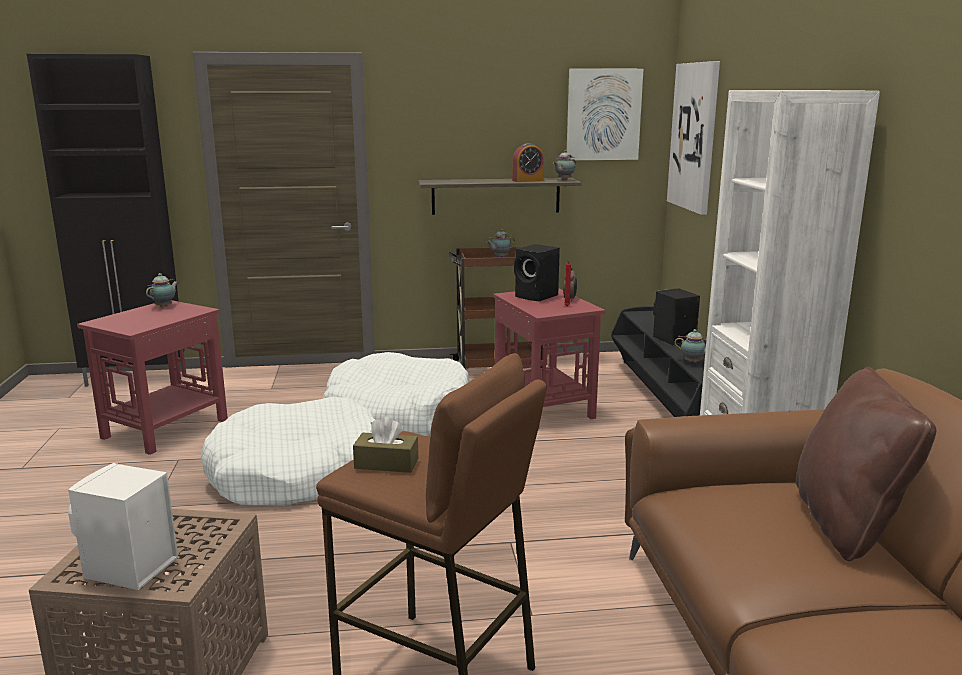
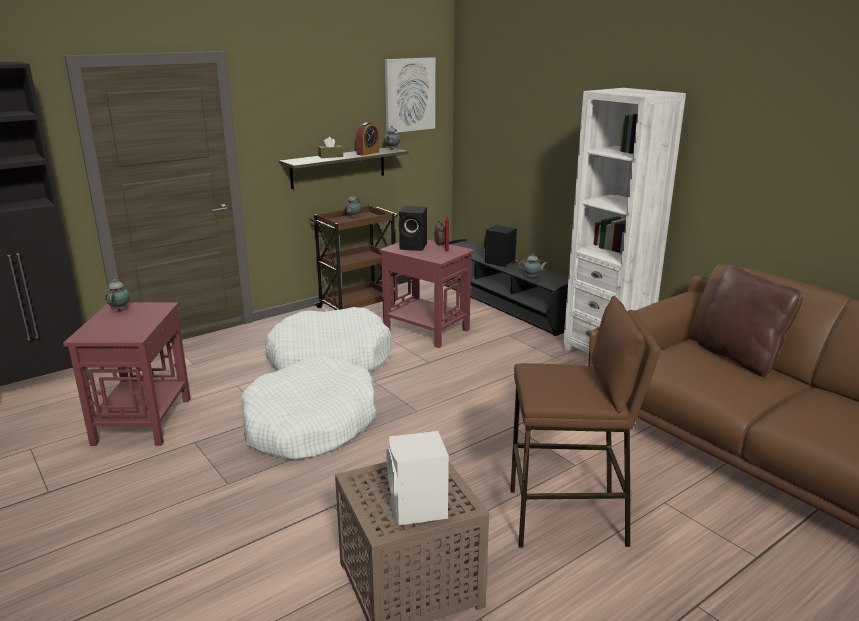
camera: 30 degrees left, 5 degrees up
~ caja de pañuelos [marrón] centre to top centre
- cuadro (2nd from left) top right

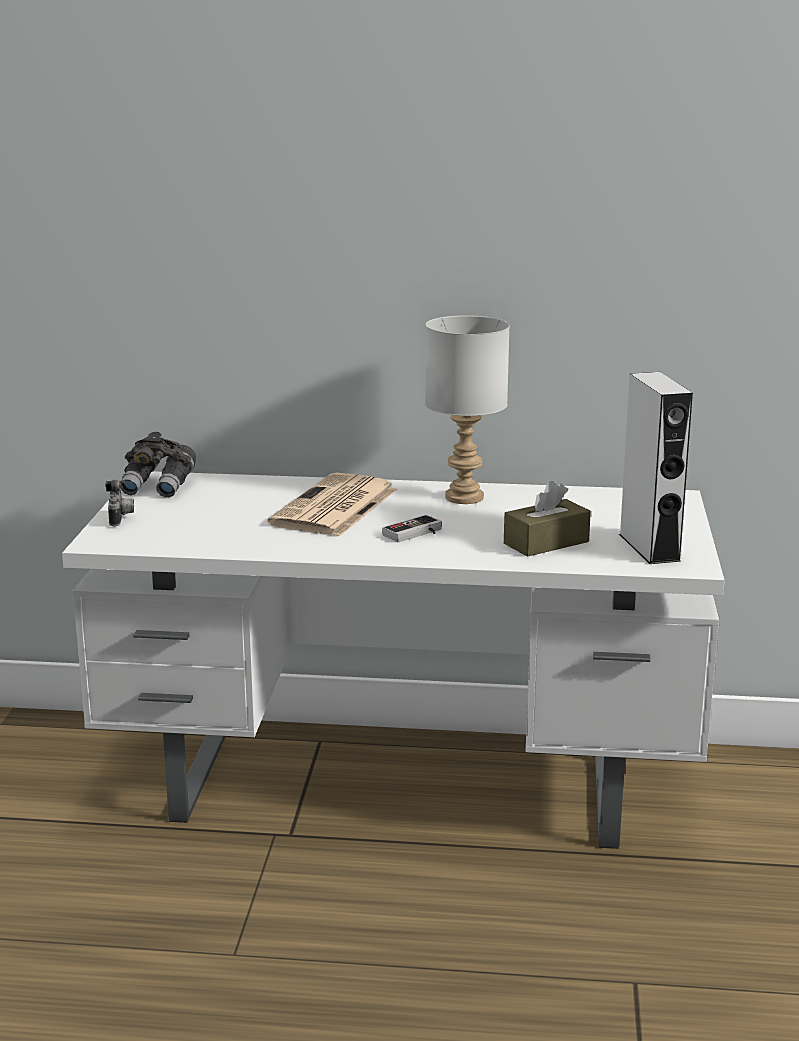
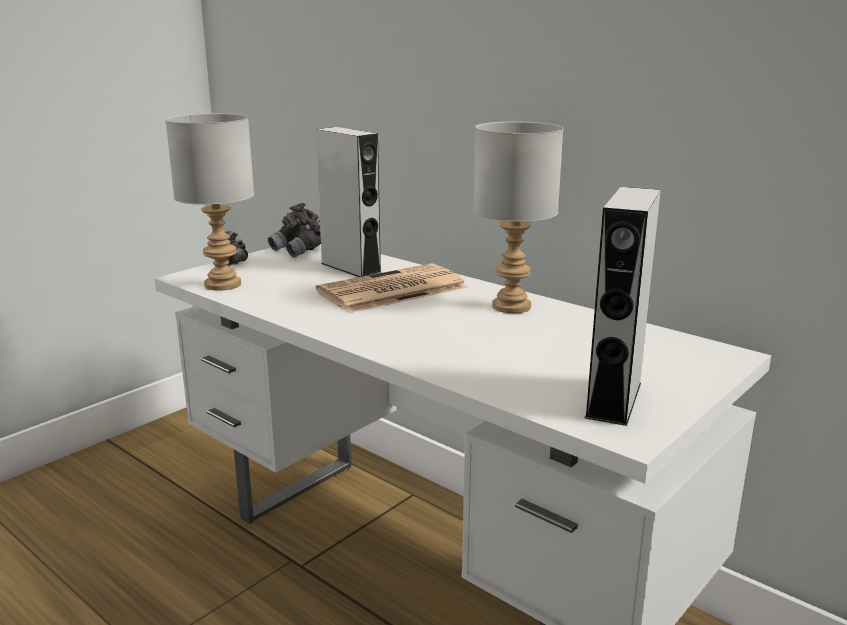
camera: 35 degrees right, 0 degrees up
- mando de consola centre
- caja de pañuelos [marrón] middle right
+ lámpara de mesa [gris] (1st from left) top left
+ altavoz [gris] (1st from left) top centre

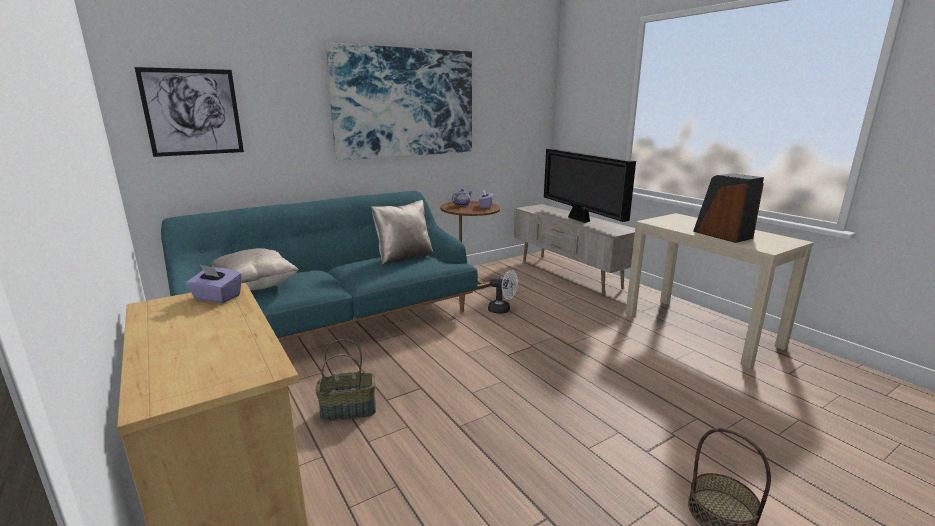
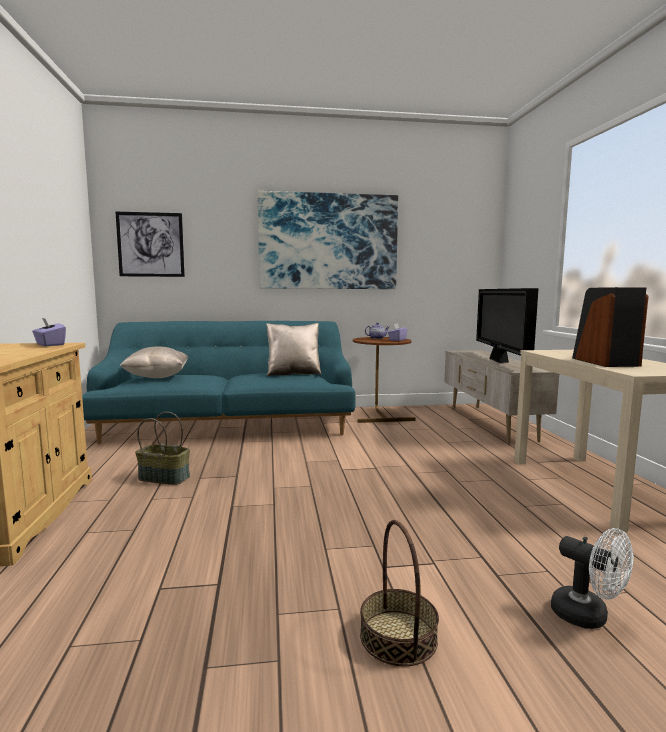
camera: 25 degrees right, 10 degrees down
~ ventilador [blanco] centre to bottom right

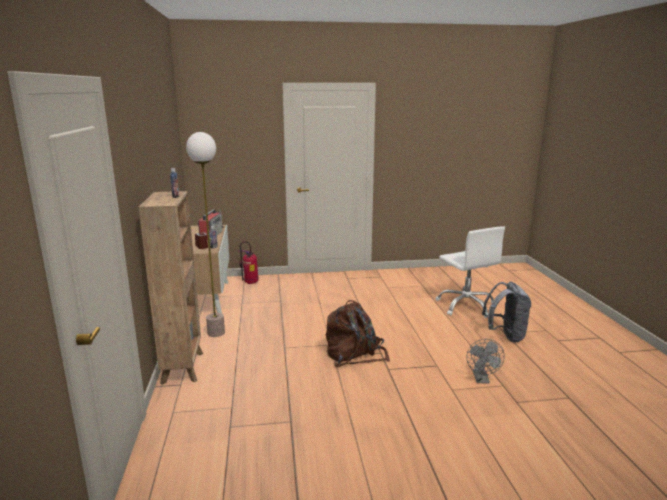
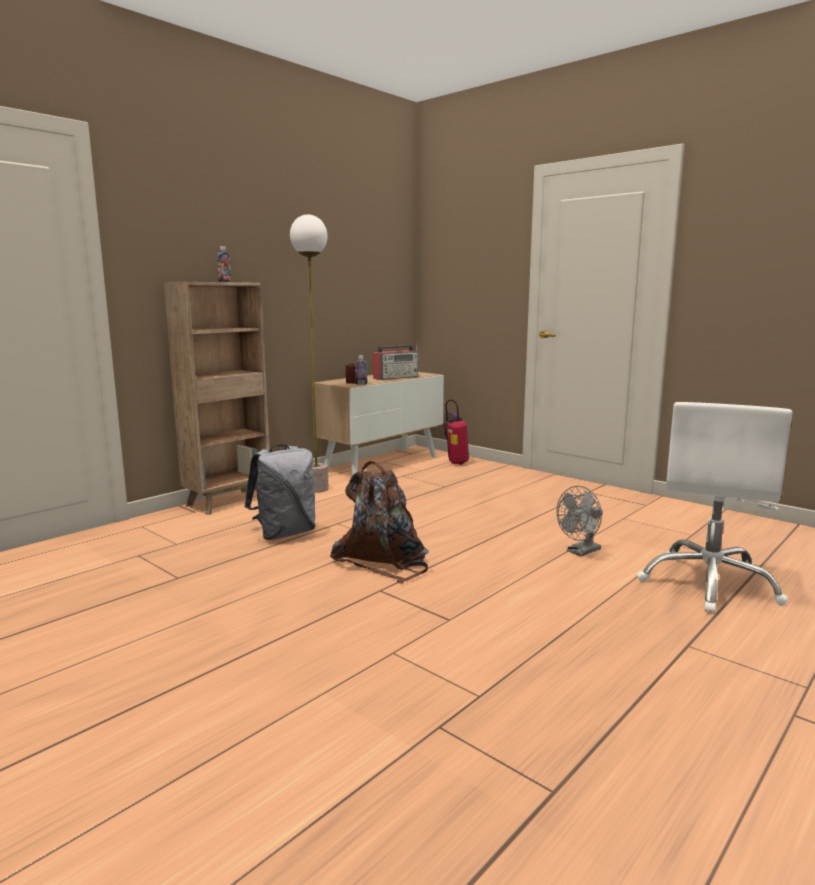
camera: 50 degrees right, 5 degrees down
~ ventilador [gris] bottom right to middle right
~ mochila [gris] middle right to centre

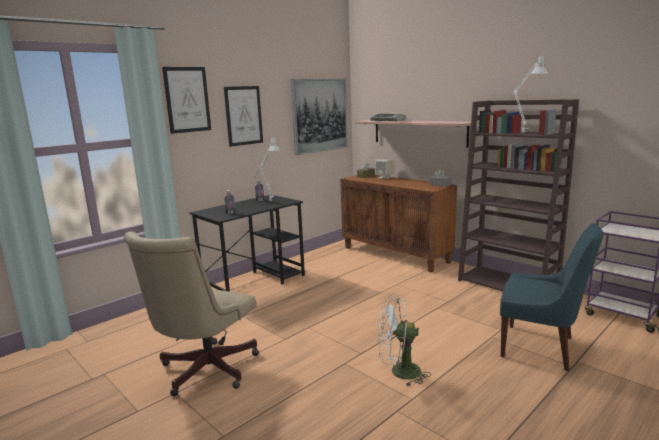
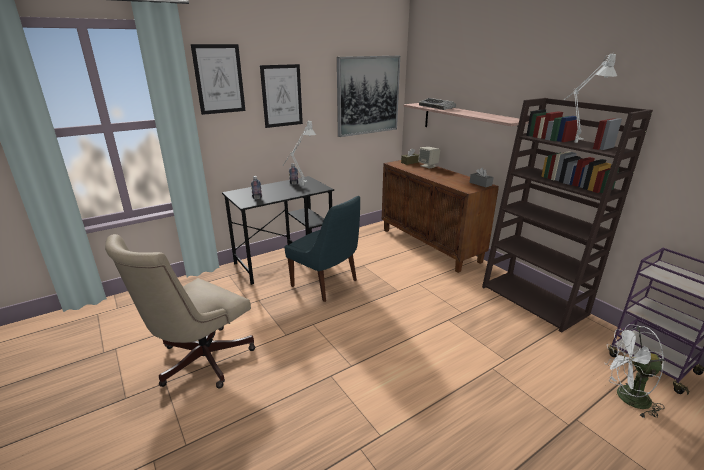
camera: 10 degrees right, 10 degrees up
~ ventilador [blanco] bottom centre to bottom right
~ silla [azul] bottom right to centre

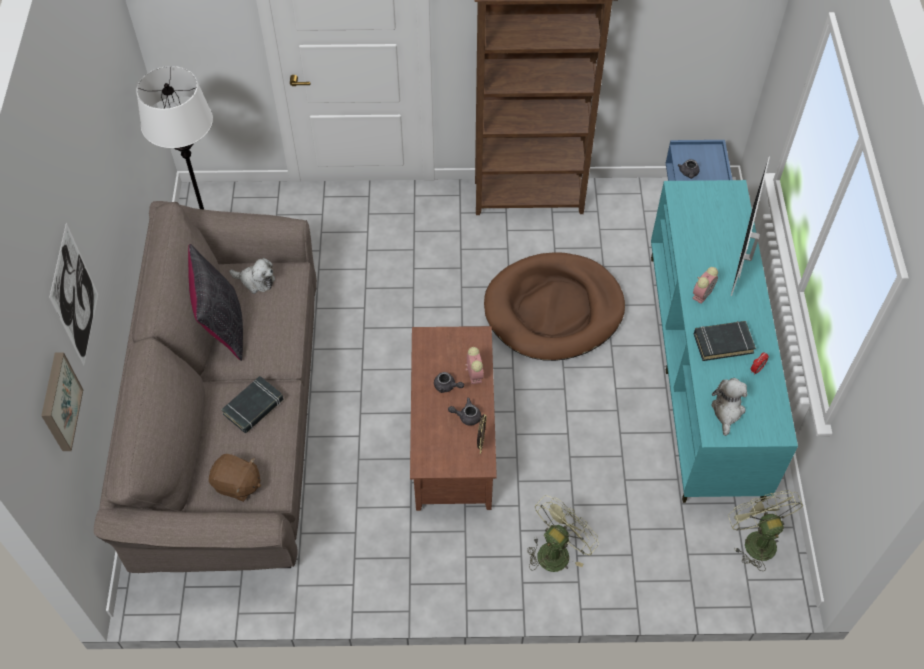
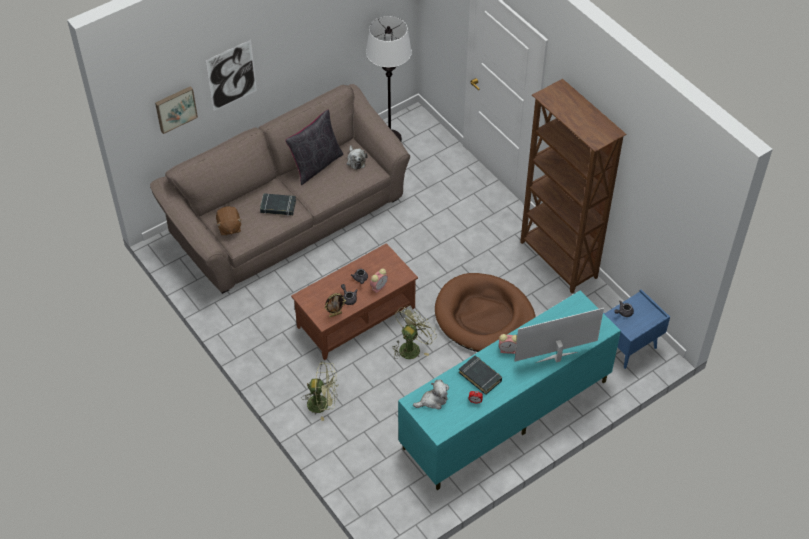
camera: 55 degrees right, 5 degrees down
~ ventilador [verde] (2nd from left) bottom right to centre

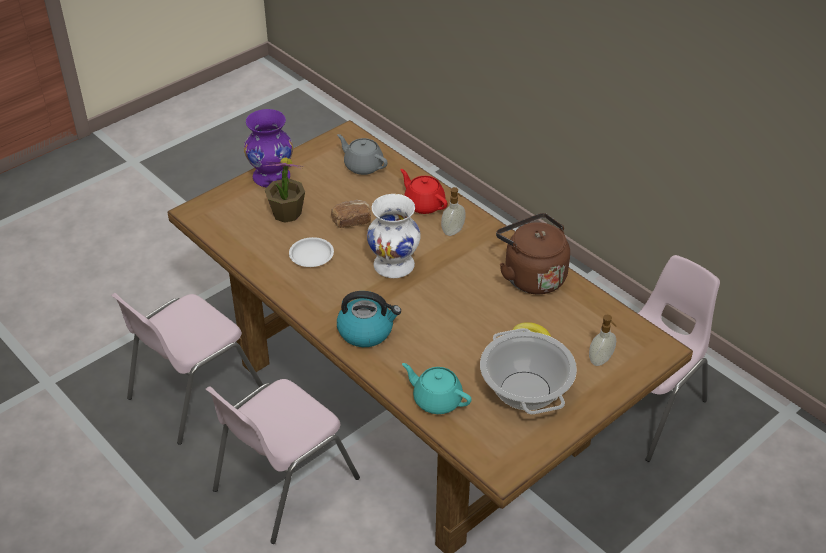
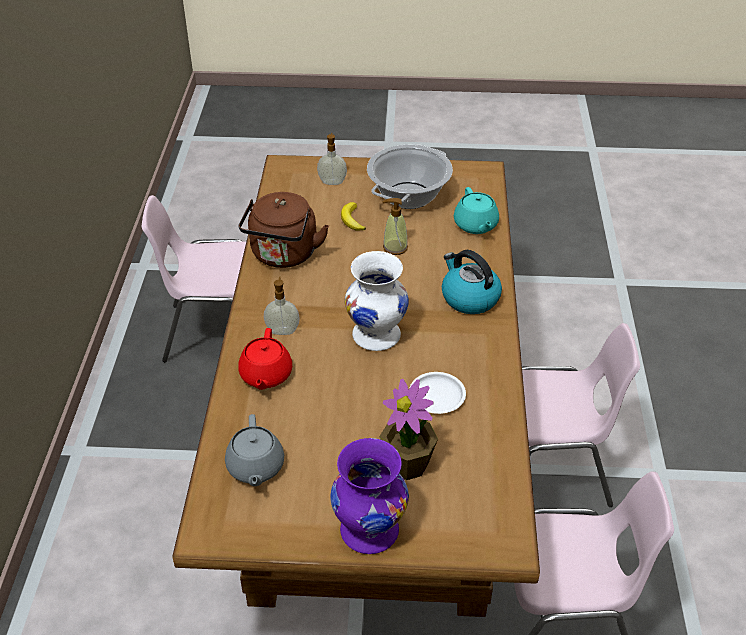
camera: 135 degrees left, 0 degrees up
- pan centre
+ dispensador de jabón (3rd from left) centre

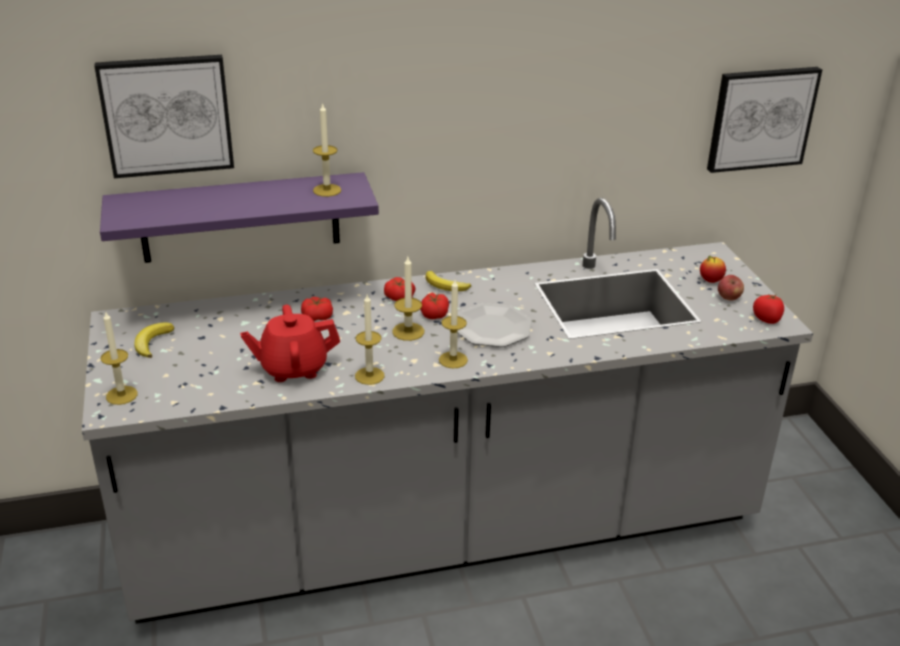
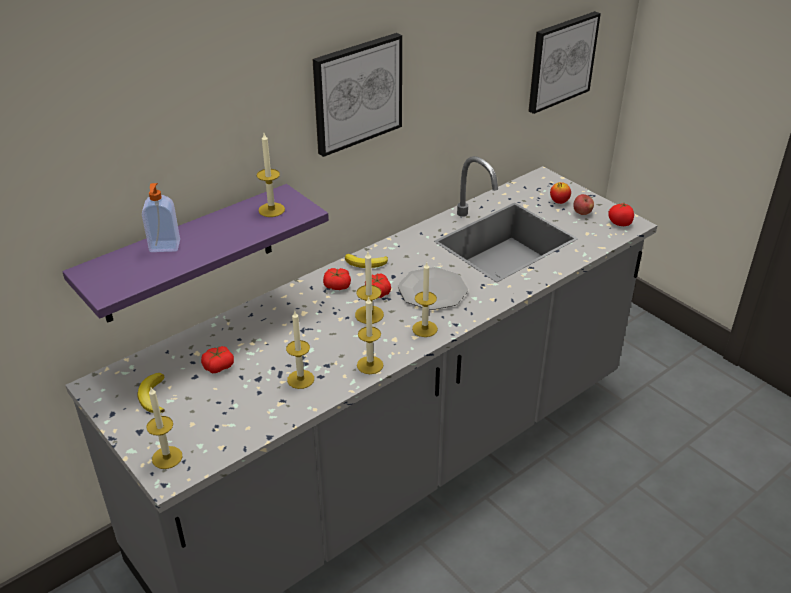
camera: 25 degrees left, 5 degrees up
~ cuadro (1st from left) top left to top centre
~ tetera [rojo] middle left to vela (3rd from left) centre
~ tomate (1st from left) centre to middle left
+ dispensador de jabón middle left

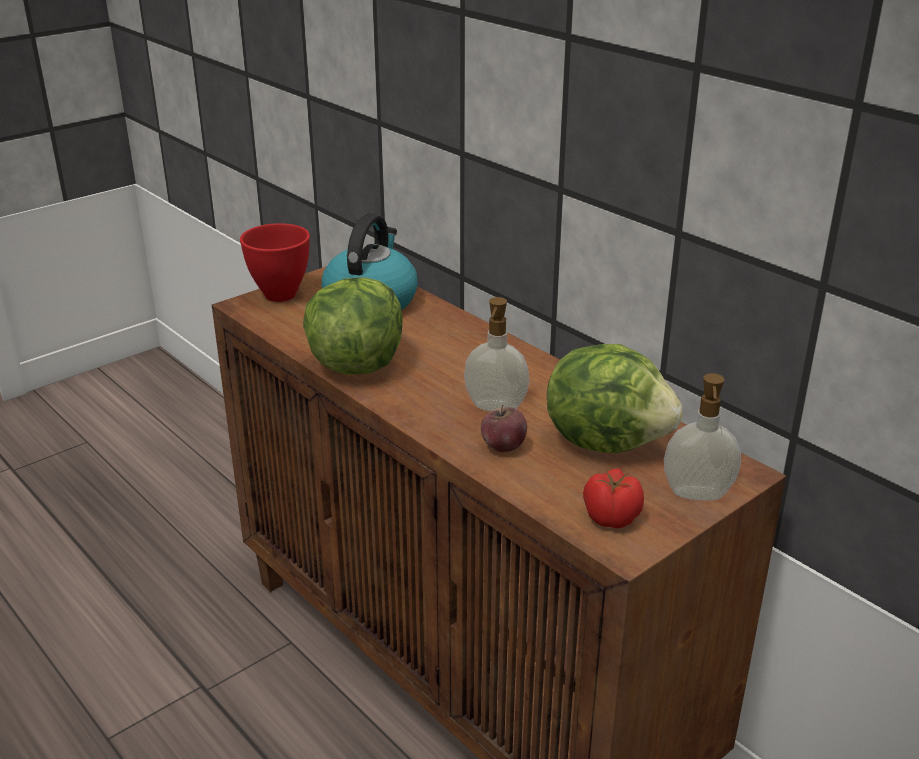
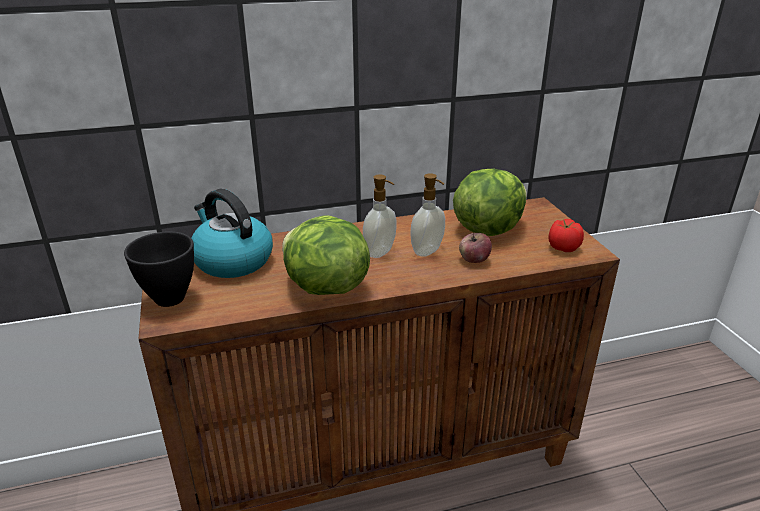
camera: 65 degrees left, 0 degrees up
~ cuenco [rojo] middle left to cuenco [negro] middle left
~ dispensador de jabón (2nd from left in the first image) middle right to dispensador de jabón (1st from left) centre

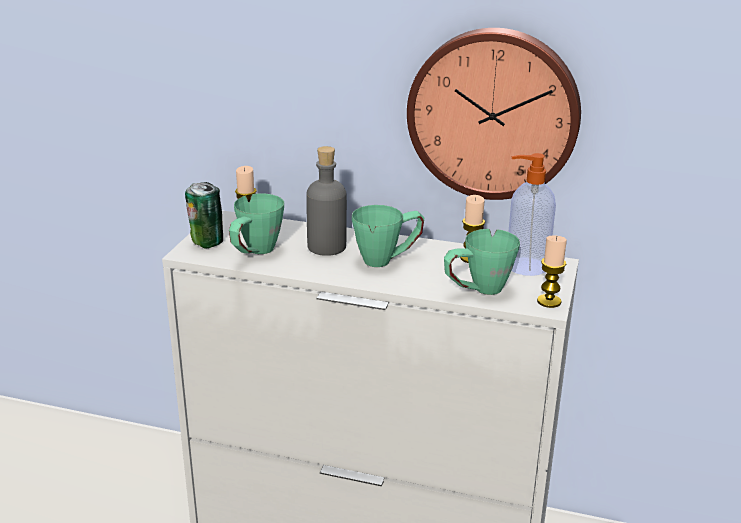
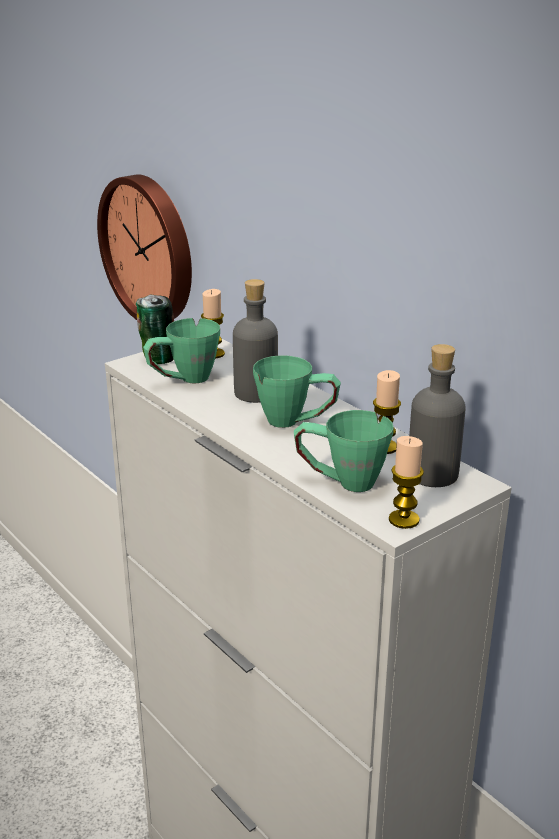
camera: 35 degrees right, 0 degrees up
~ reloj de pared top right to top left
~ dispensador de jabón middle right to botella [gris] (2nd from left) middle right

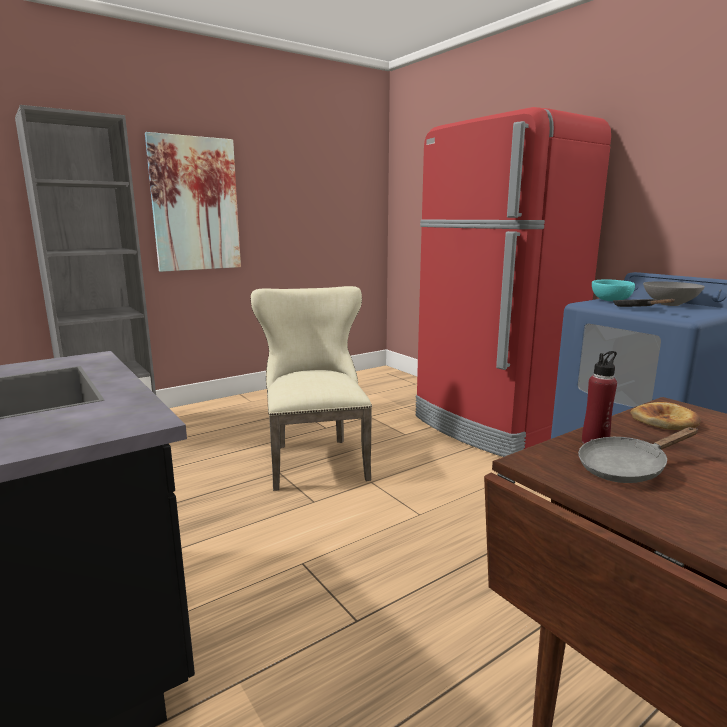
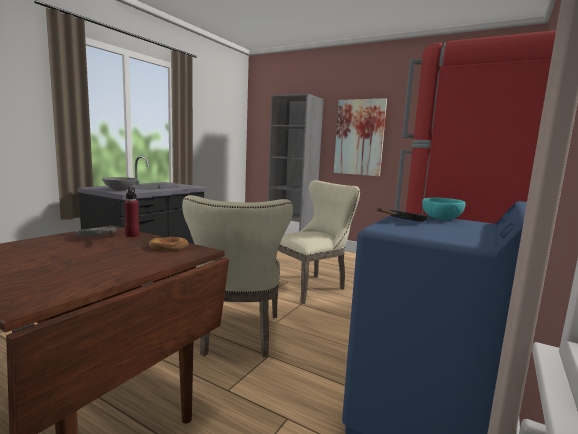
camera: 65 degrees right, 5 degrees down
~ cuenco [gris] middle right to middle left
+ silla [beis] (1st from left) centre

